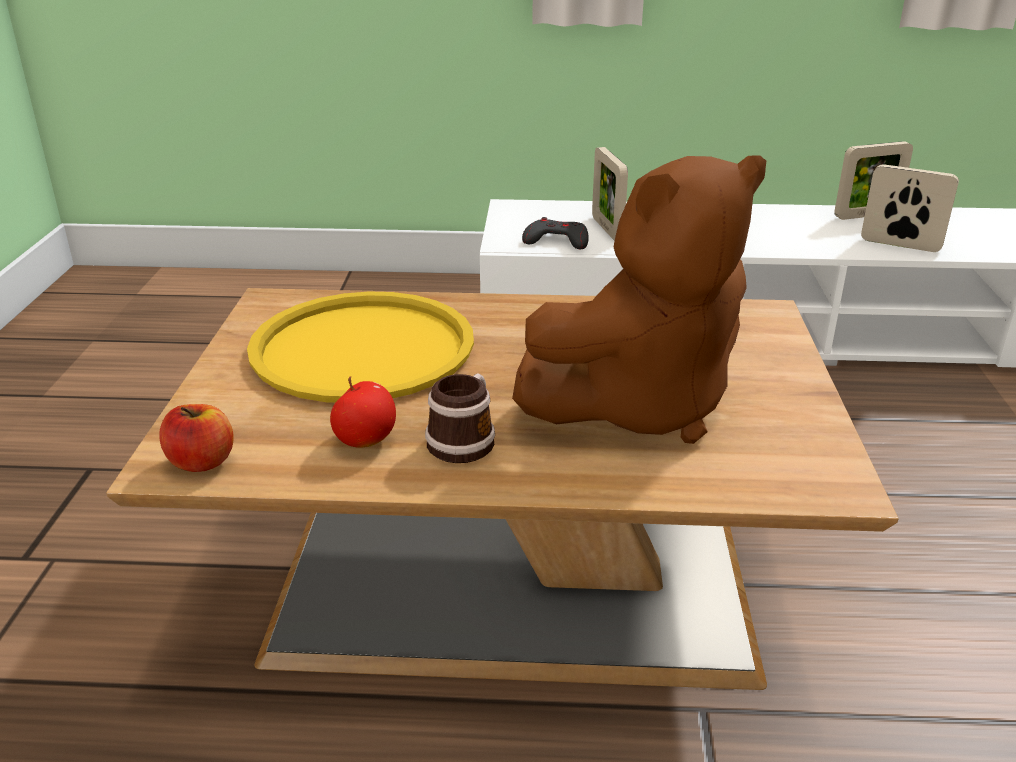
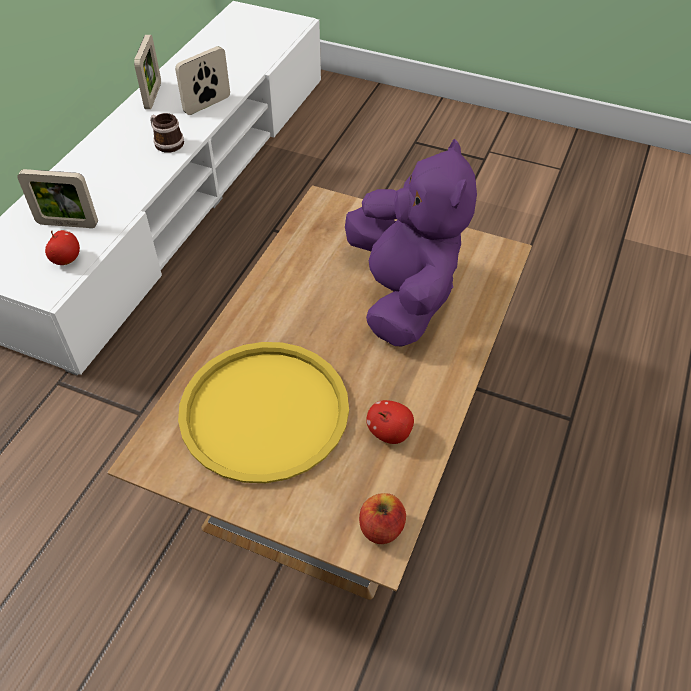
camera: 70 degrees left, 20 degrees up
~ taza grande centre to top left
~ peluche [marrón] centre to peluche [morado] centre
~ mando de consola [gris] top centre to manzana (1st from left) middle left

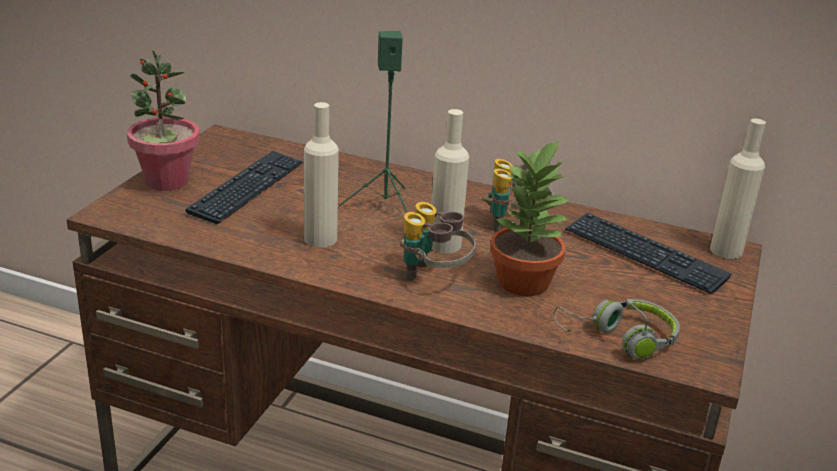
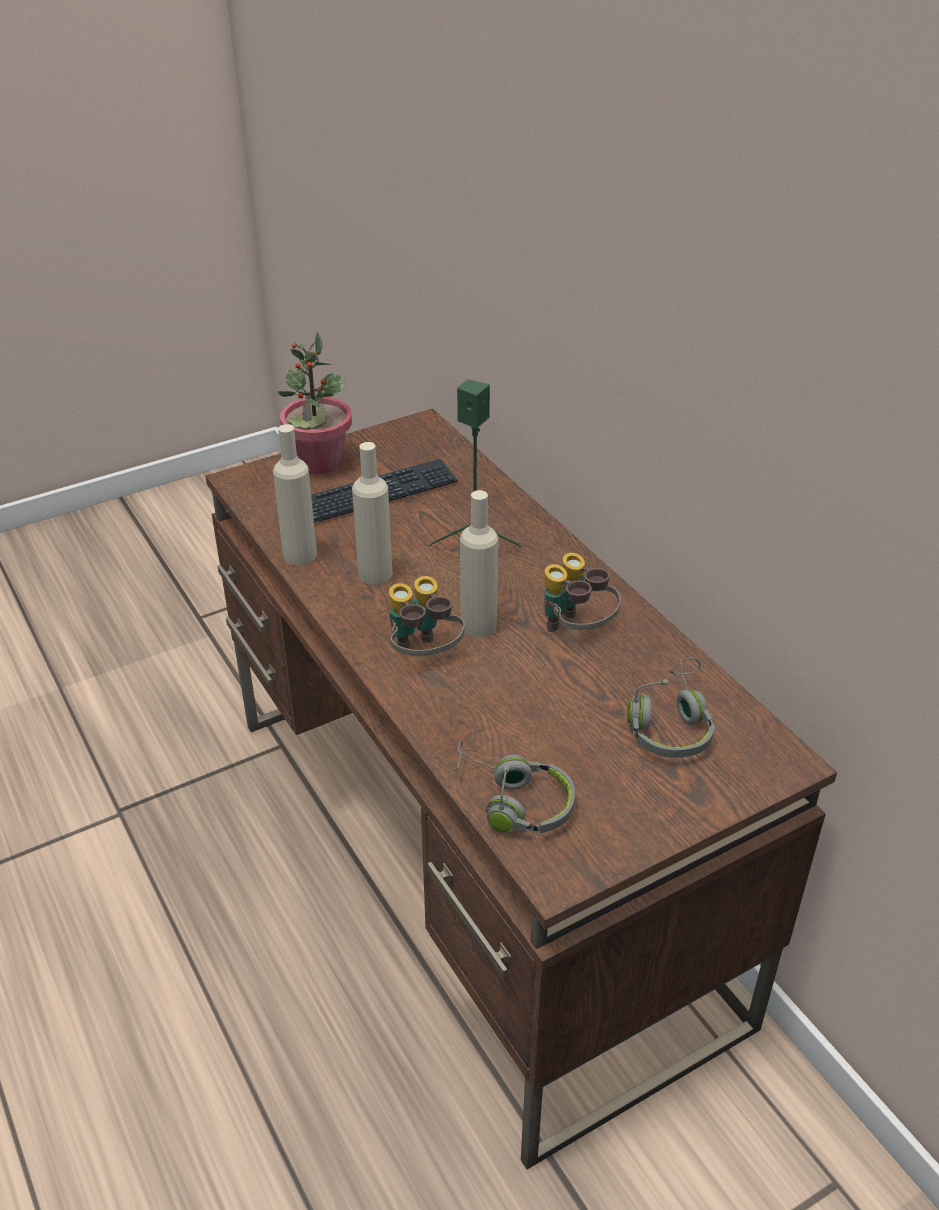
camera: 40 degrees right, 10 degrees up
- planta en maceta (2nd from left) centre
~ teclado (2nd from left) middle right to auriculares [gris] (2nd from left) middle right
~ botella [beis] (3rd from left in the first image) middle right to botella [beis] (1st from left) middle left

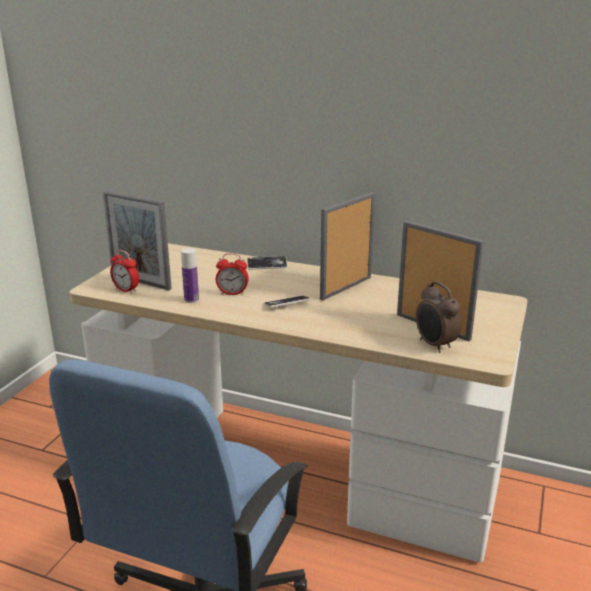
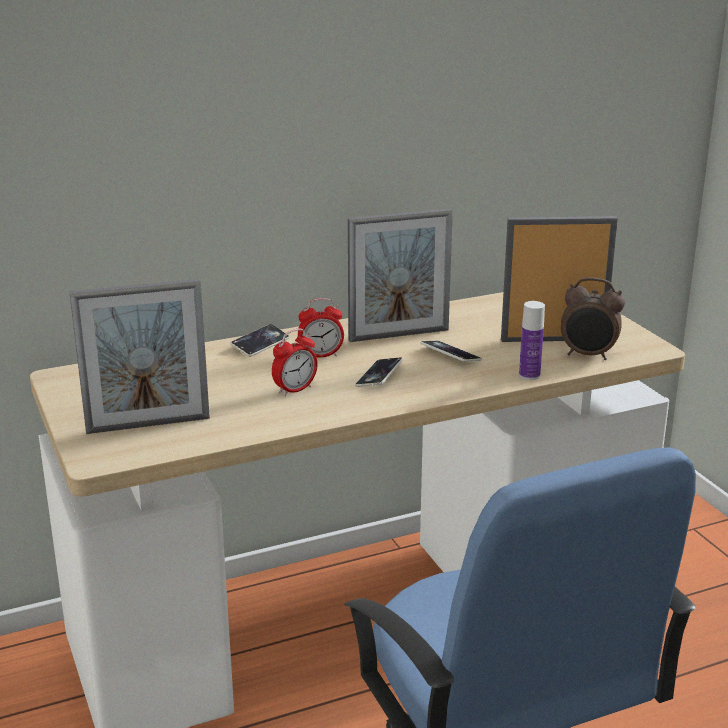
camera: 45 degrees left, 0 degrees up
~ despertador (1st from left in the first image) middle left to despertador (2nd from left) centre
~ botella middle left to middle right
~ portarretratos (2nd from left) centre = centre 105 degrees counterclockwise
+ móvil (3rd from left) centre

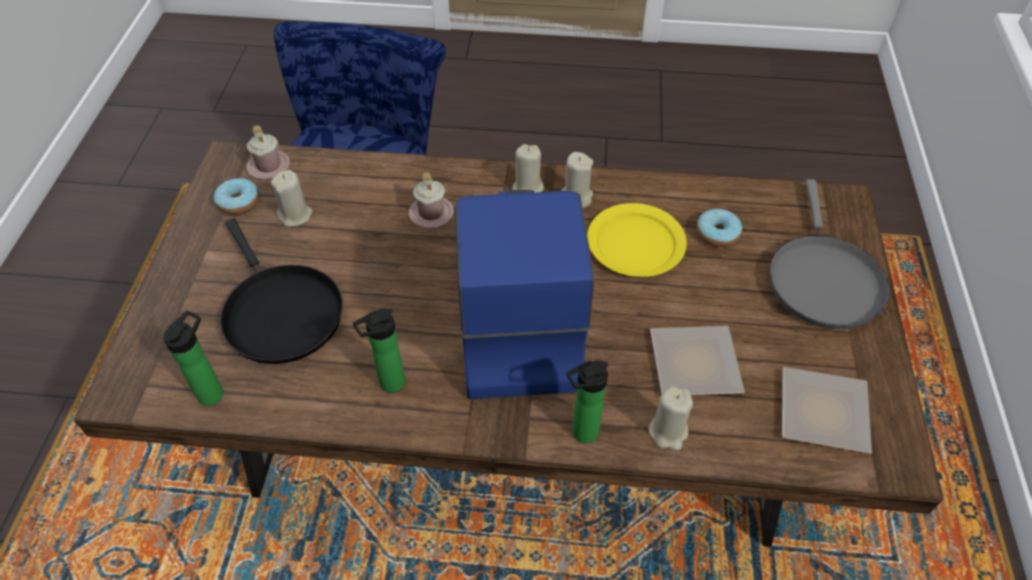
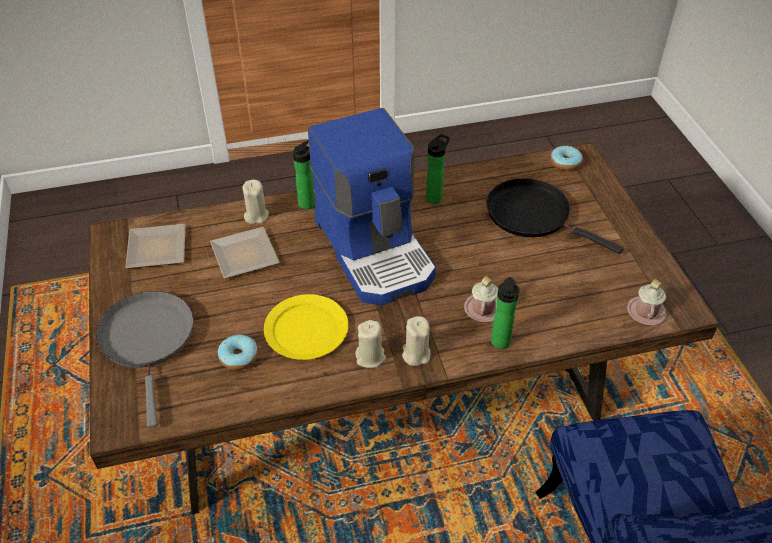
camera: 160 degrees right, 5 degrees down
~ botella (1st from left in the first image) middle left to botella (3rd from left) centre
~ rosquilla (1st from left in the first image) middle left to rosquilla (2nd from left) top right
- vela [beis] (1st from left) middle left

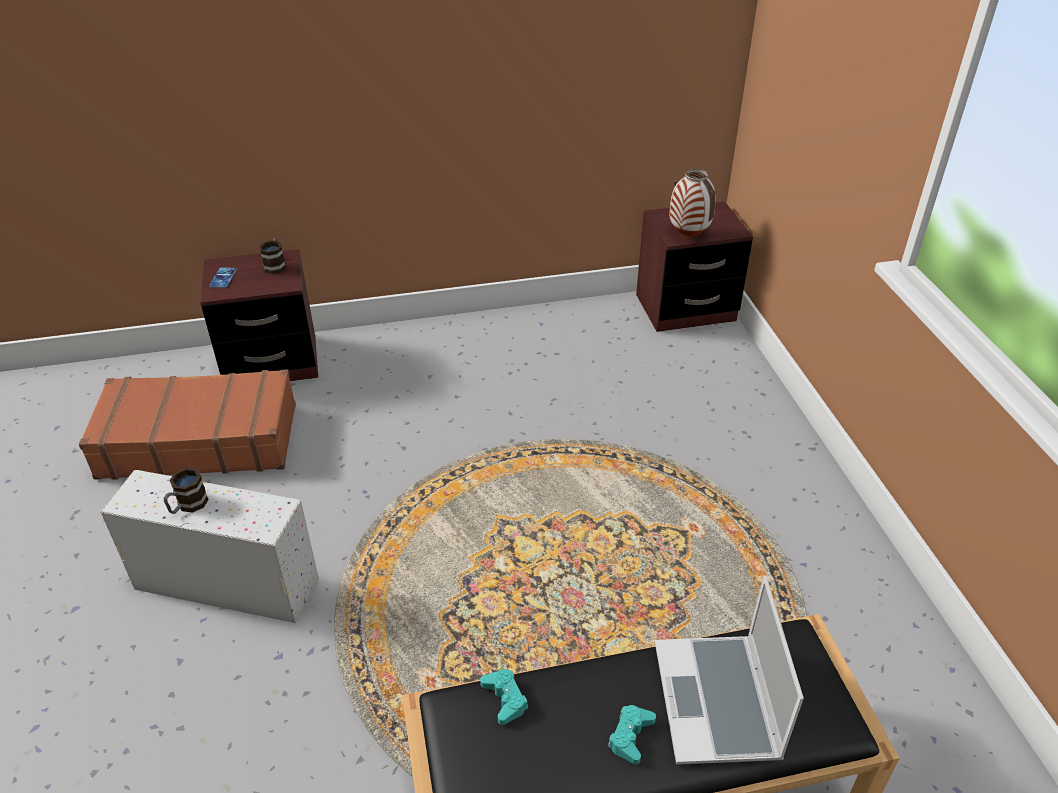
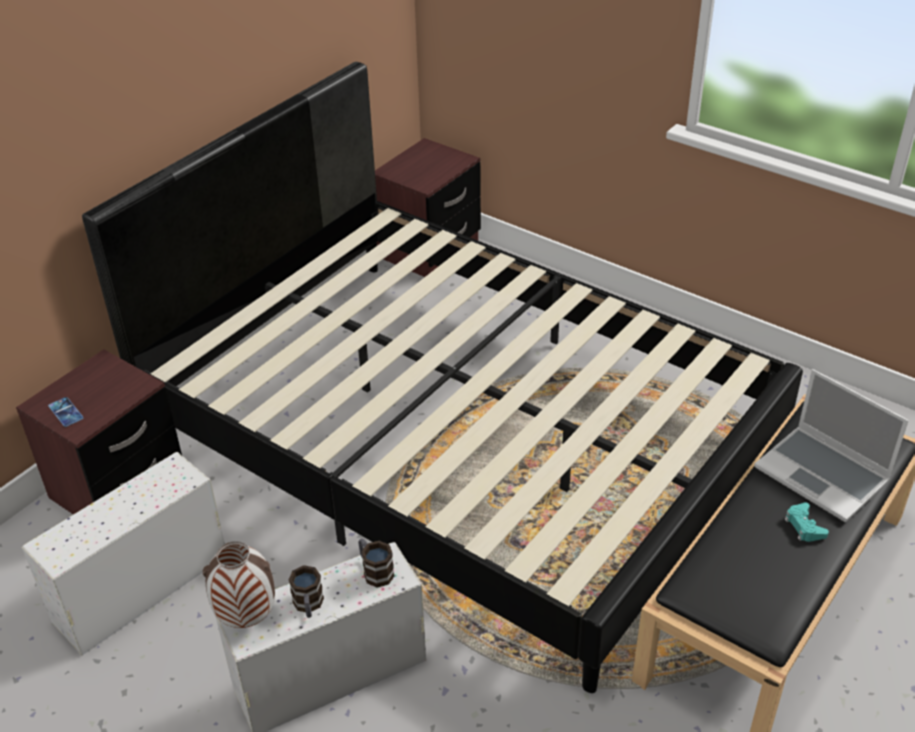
camera: 40 degrees left, 0 degrees up
~ maleta [marrón] middle left to caja de almacenaje [blanco] (1st from left) bottom left
~ taza grande (2nd from left) top left to bottom centre
- mando de consola [turquesa] (1st from left) bottom centre
~ florero top centre to bottom left
+ cama [negro] centre

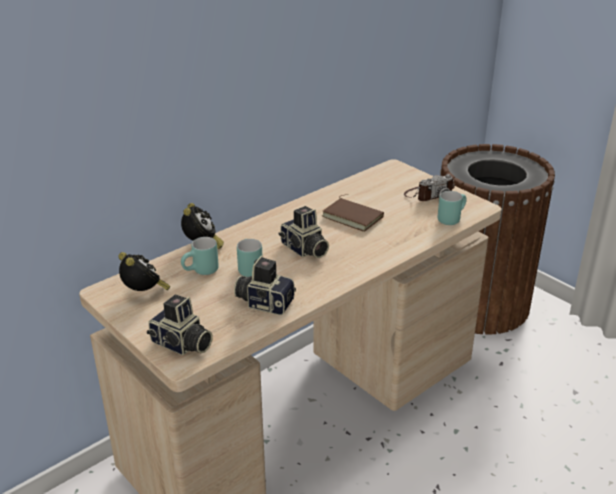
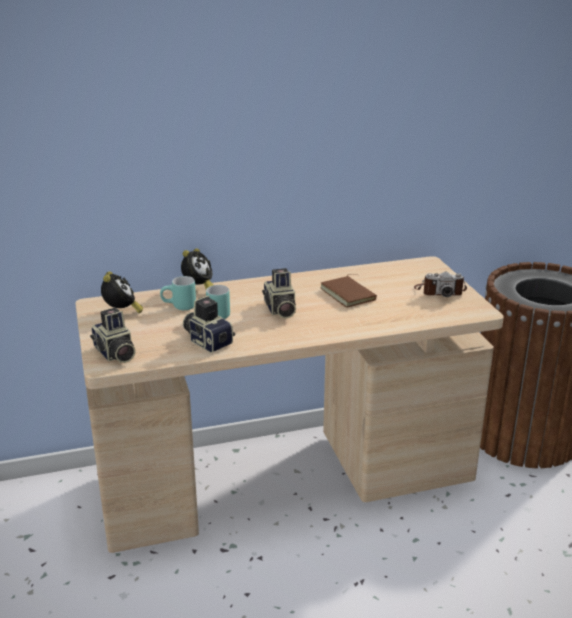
camera: 25 degrees right, 5 degrees down
- taza grande [turquesa] (3rd from left) middle right

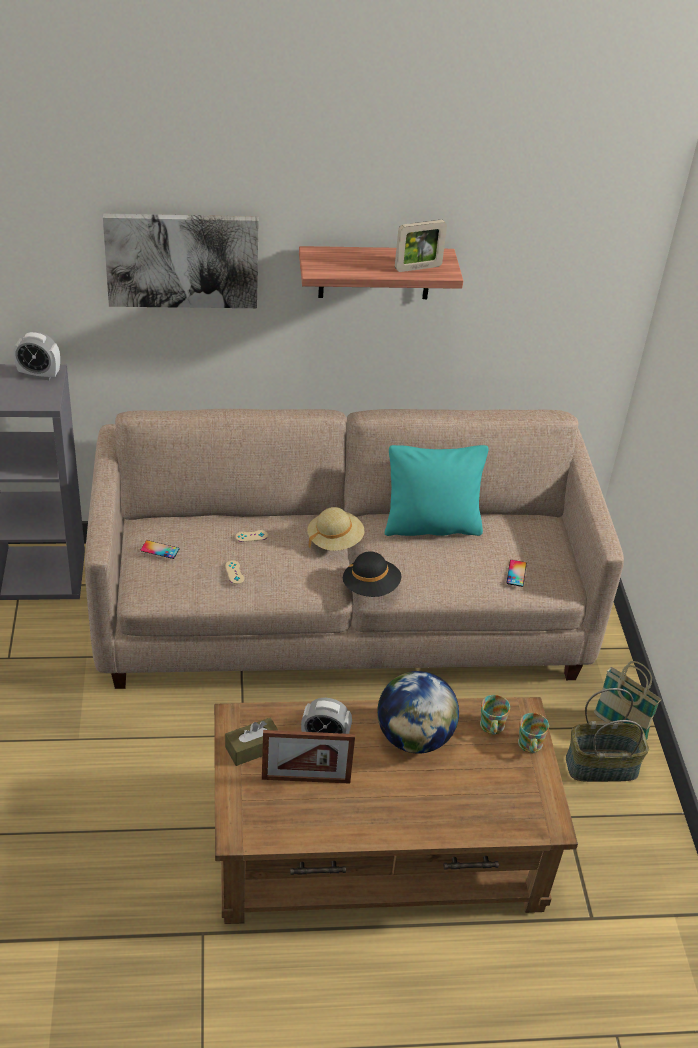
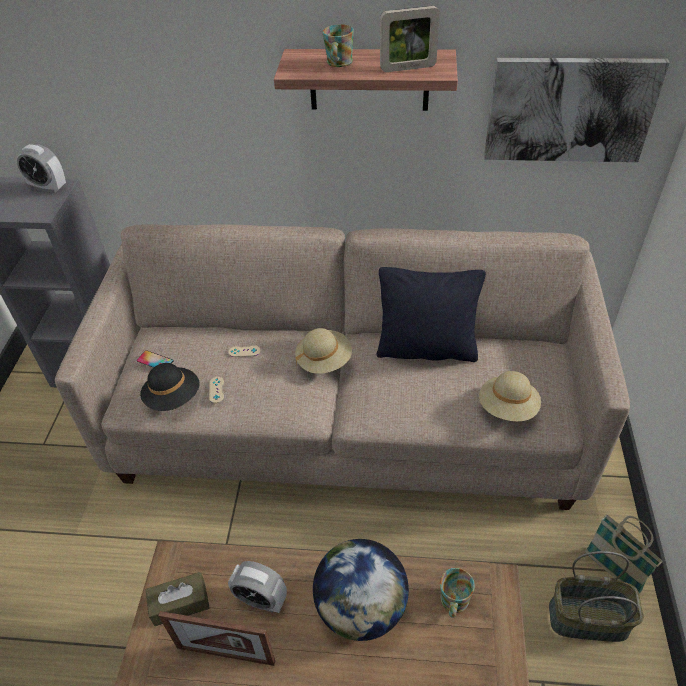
camera: 15 degrees right, 5 degrees up
~ cuadro top left to top right
~ sombrero [negro] centre to middle left
~ cojín [turquesa] centre to cojín [negro] centre
~ móvil (2nd from left) middle right to sombrero [beis] (2nd from left) middle right
~ taza grande (2nd from left in the first image) bottom right to taza grande (1st from left) top centre

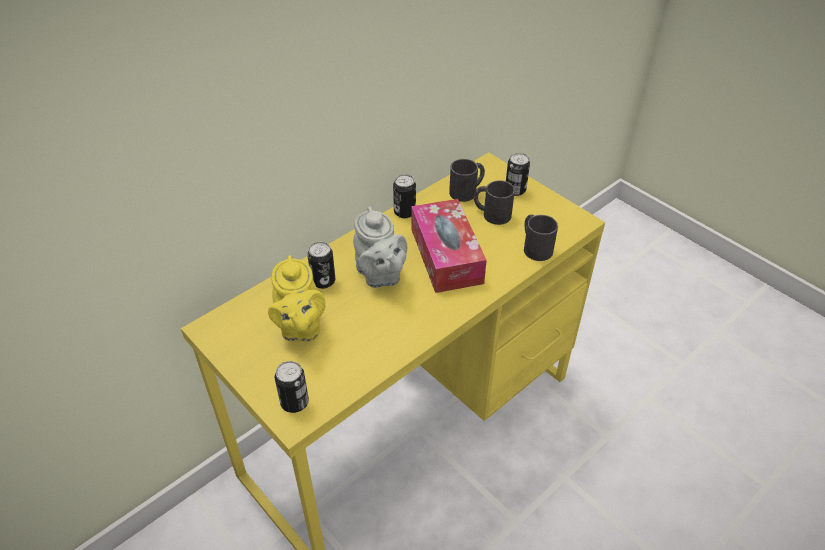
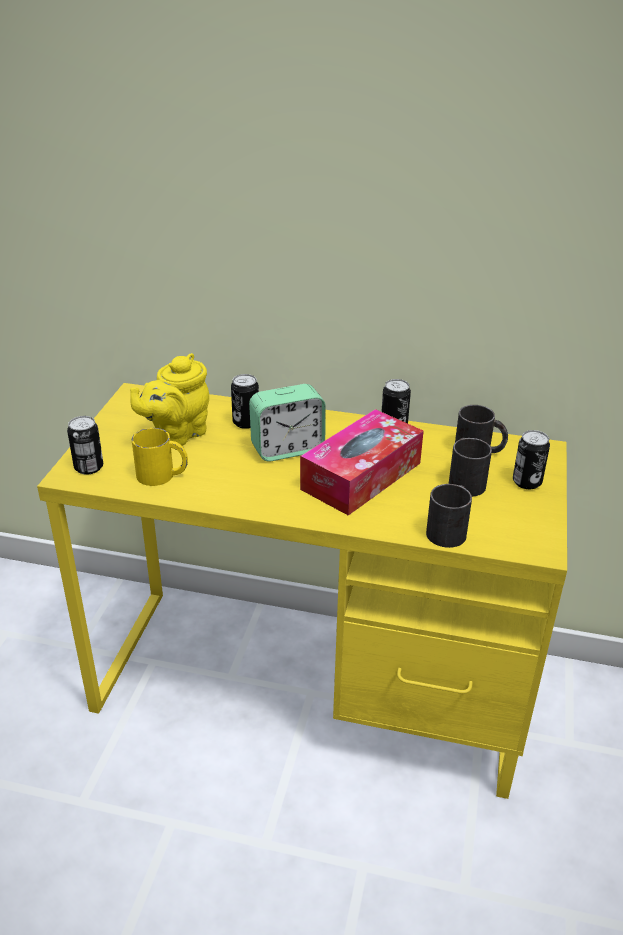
camera: 55 degrees right, 10 degrees down
~ tetera [gris] centre to despertador centre
+ taza grande [amarillo] middle left

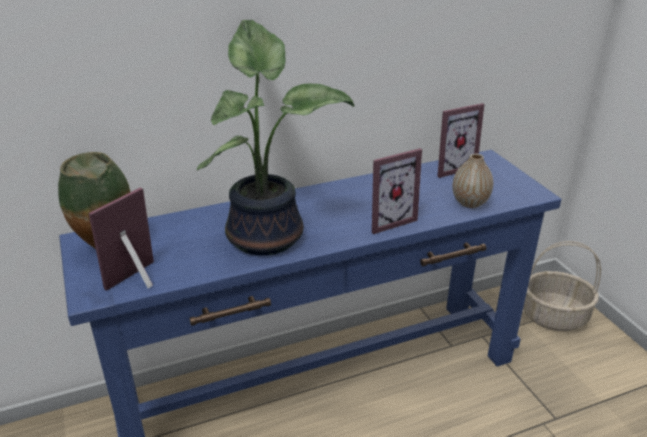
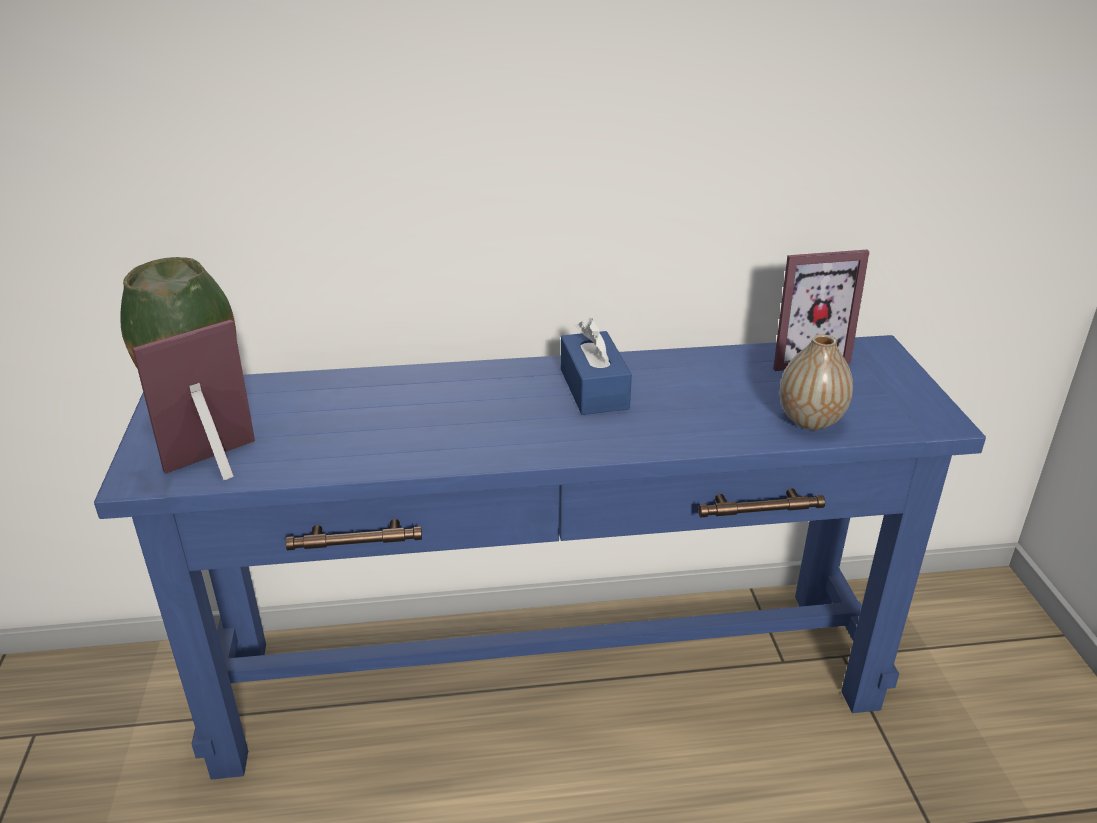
camera: 15 degrees right, 0 degrees up
- planta en maceta top centre
- portarretratos (2nd from left) centre
- cesta middle right
+ caja de pañuelos [azul] centre

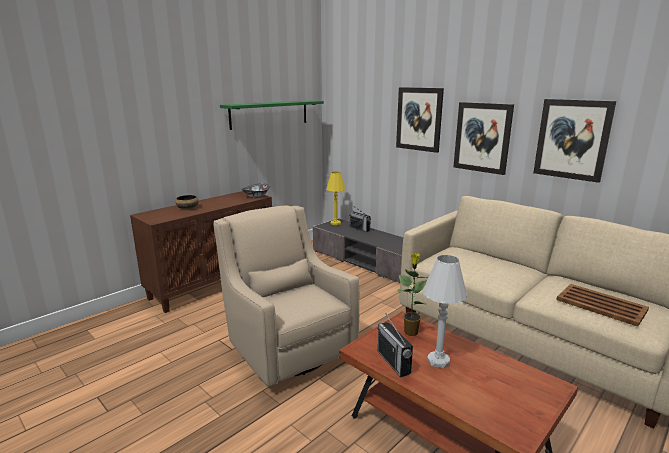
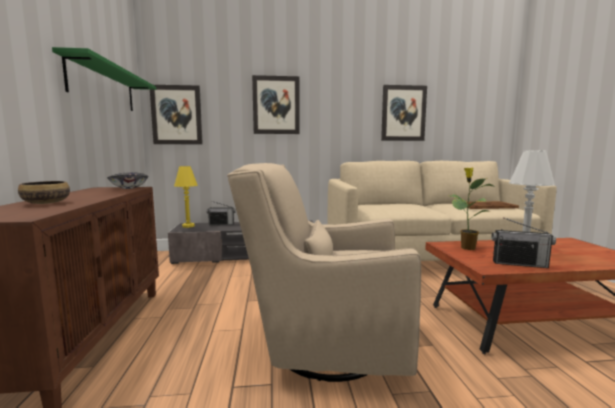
camera: 50 degrees left, 10 degrees down
~ cuadro (2nd from left in the first image) top right to cuadro (1st from left) top left

